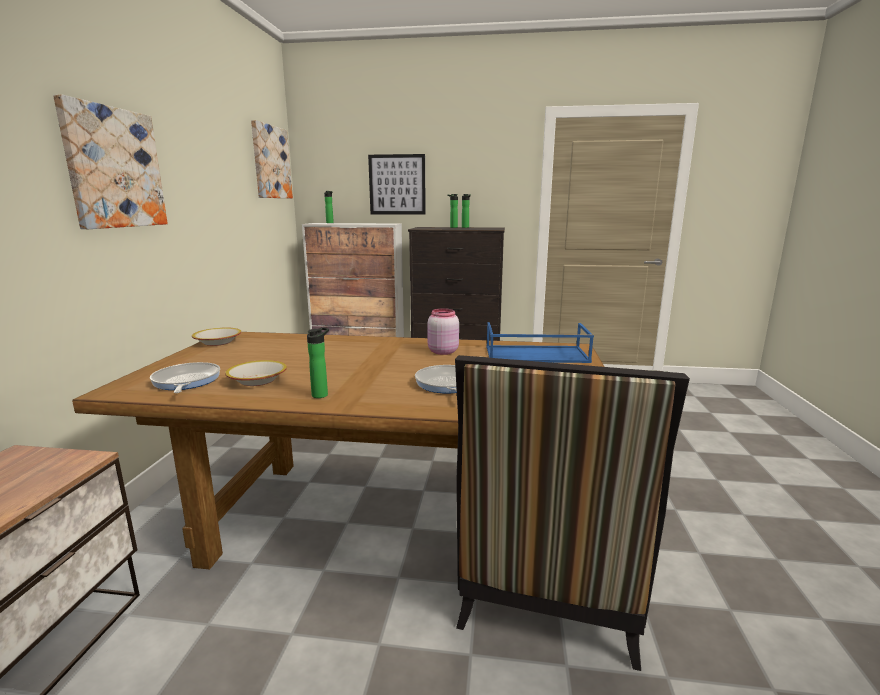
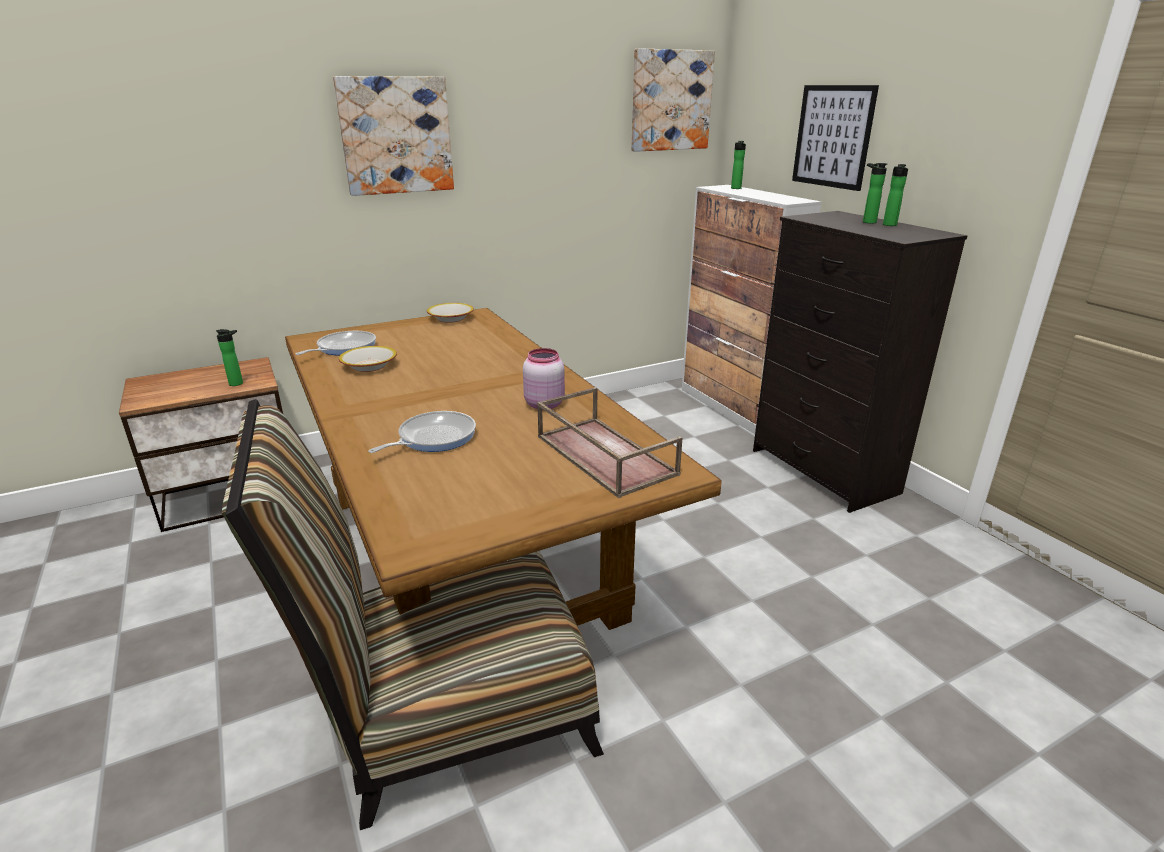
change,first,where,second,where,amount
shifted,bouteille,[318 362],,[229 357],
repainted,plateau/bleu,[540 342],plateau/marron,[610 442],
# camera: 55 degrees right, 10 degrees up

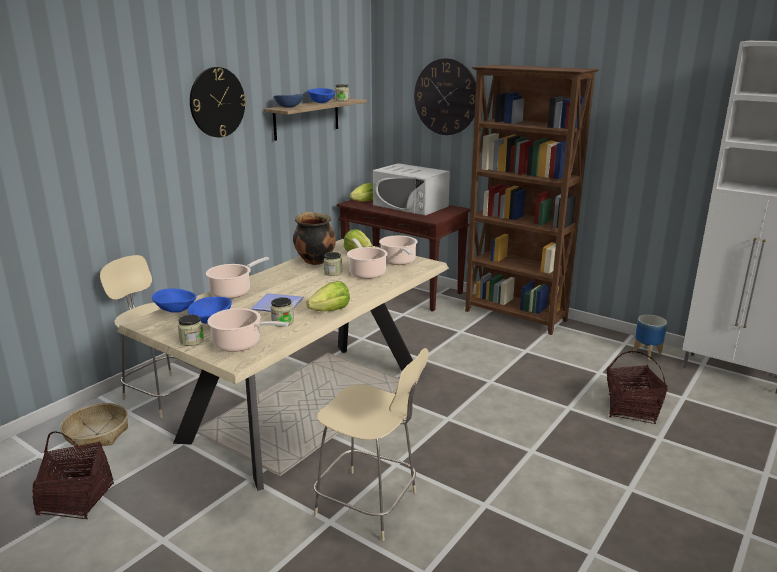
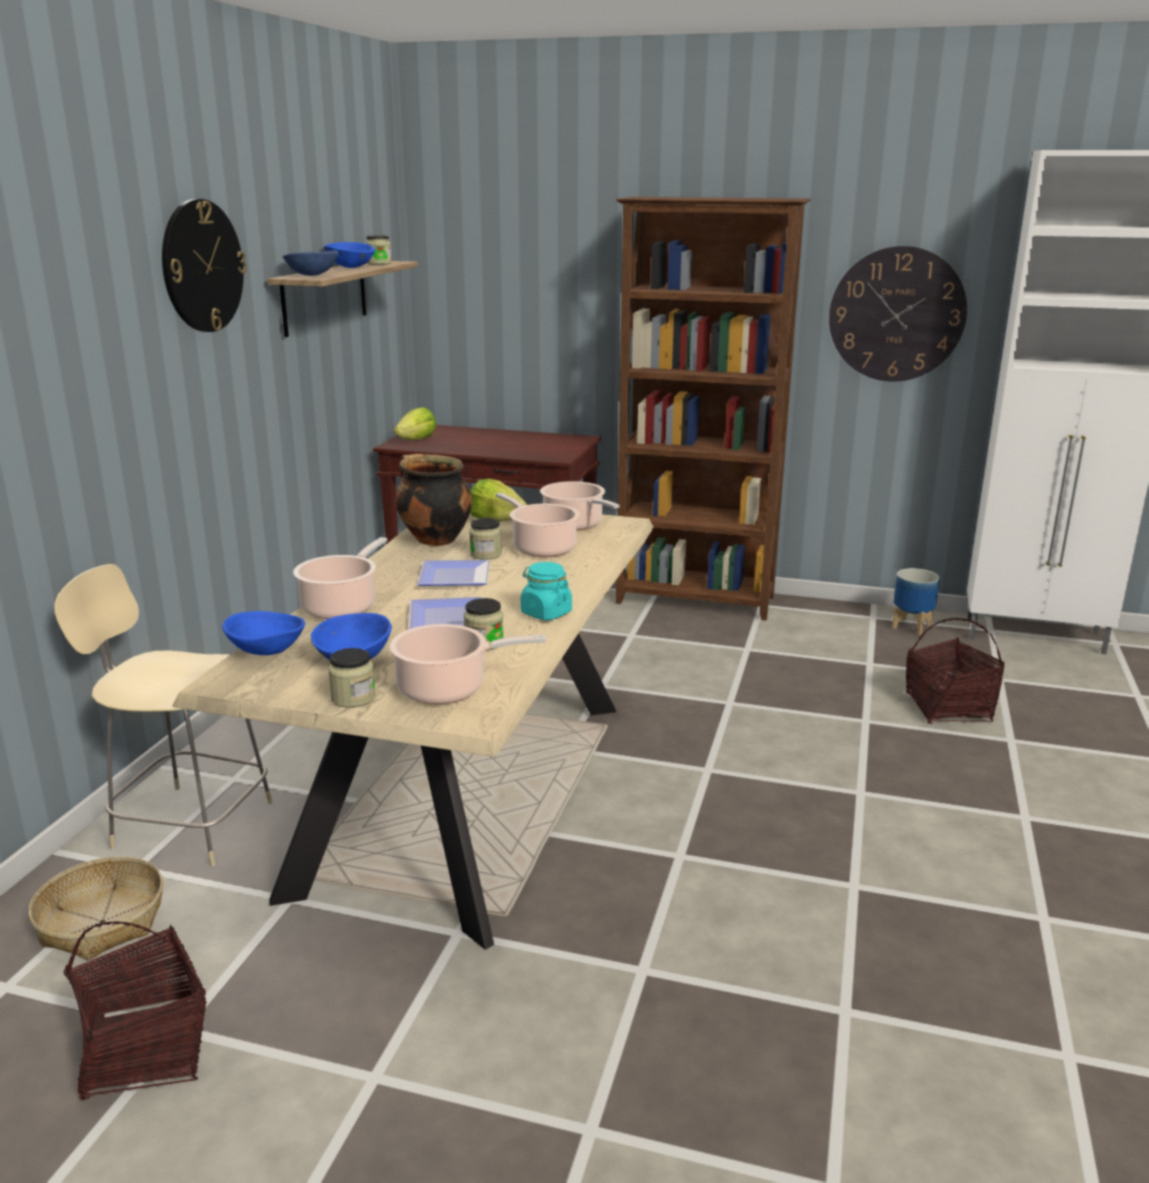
change,first,where,second,where,amount
swapped,laitue,[328 296],bocal/turquoise,[546 591],
gone,chaise/beige,[371 444],,,
gone,micro-ondes/blanc,[411 189],,,
shifted,horloge murale,[445 96],,[898 314],
new,,,assiette,[453 573],
# camera: 20 degrees left, 0 degrees up

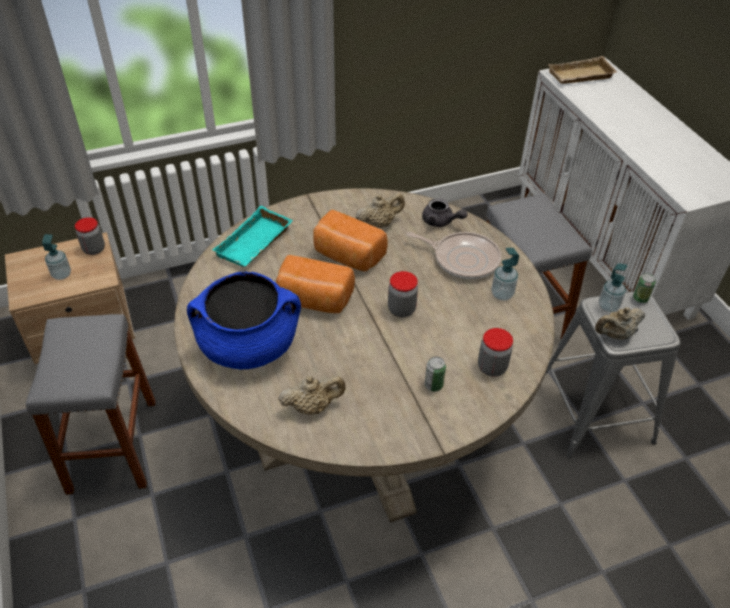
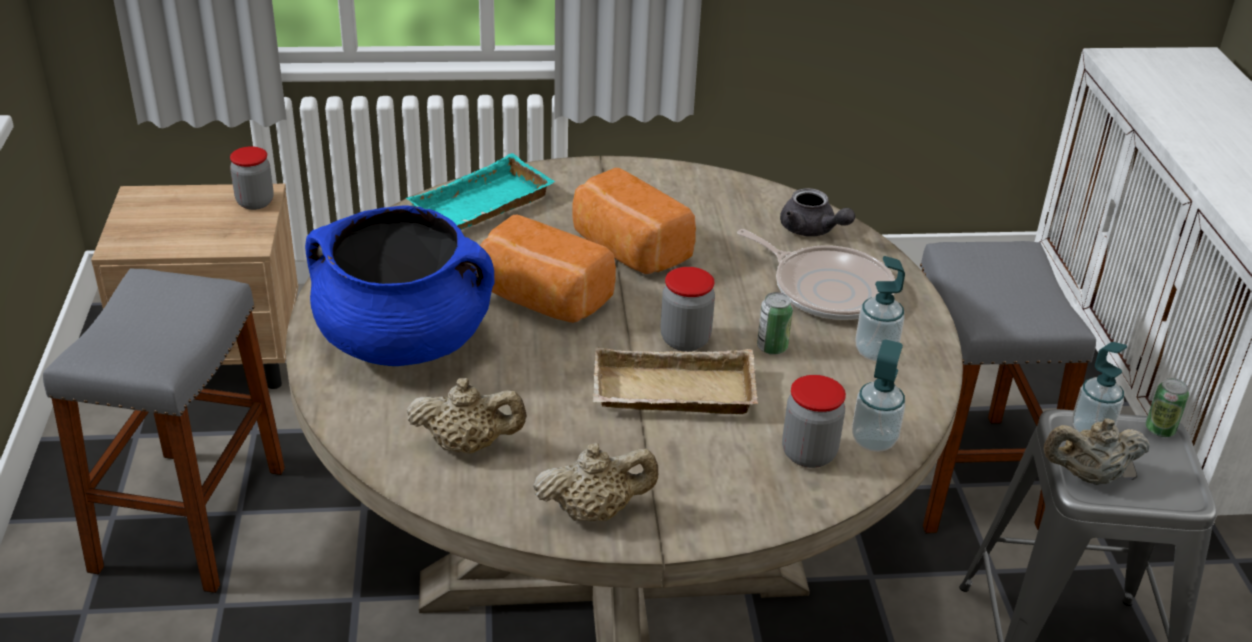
change,first,where,second,where,amount
shifted,distributeur de savon,[56 257],,[878 396],
shifted,théière/beige,[380 210],,[595 482],
shifted,boîte métallique,[435 374],,[775 323],
shifted,plateau/beige,[582 70],,[675 380],
# camera: 15 degrees right, 10 degrees down

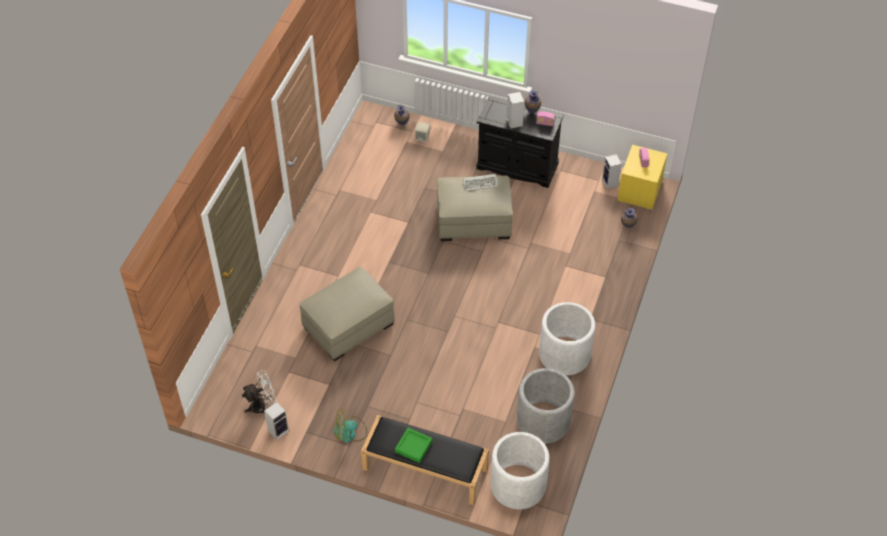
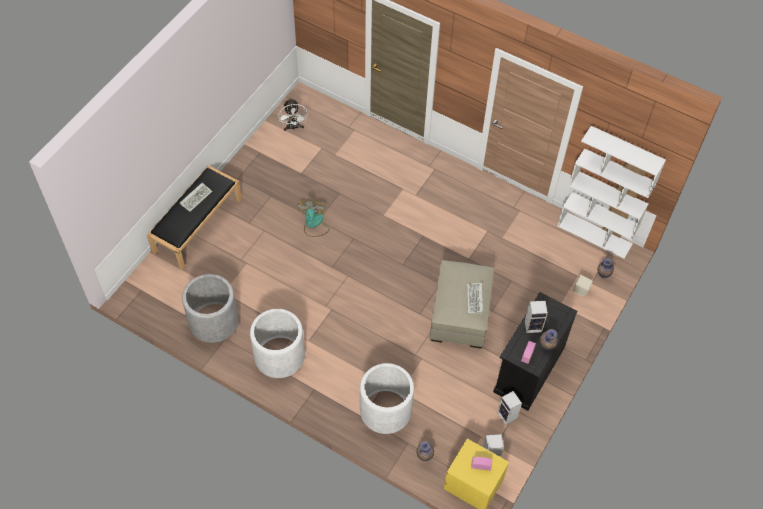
change,first,where,second,where,amount
shifted,enceinte,[276 421],,[509 408],
gone,pouf/beige,[347 314],,,
shifted,ventilateur,[350 425],,[313 218],
swapped,plateau/vert,[413 445],clavier,[196 197],
shifted,cache-pot/blanc,[520 470],,[387 398],
new,,,bibliothèque/blanc,[612 192],
# camera: 100 degrees right, 5 degrees up

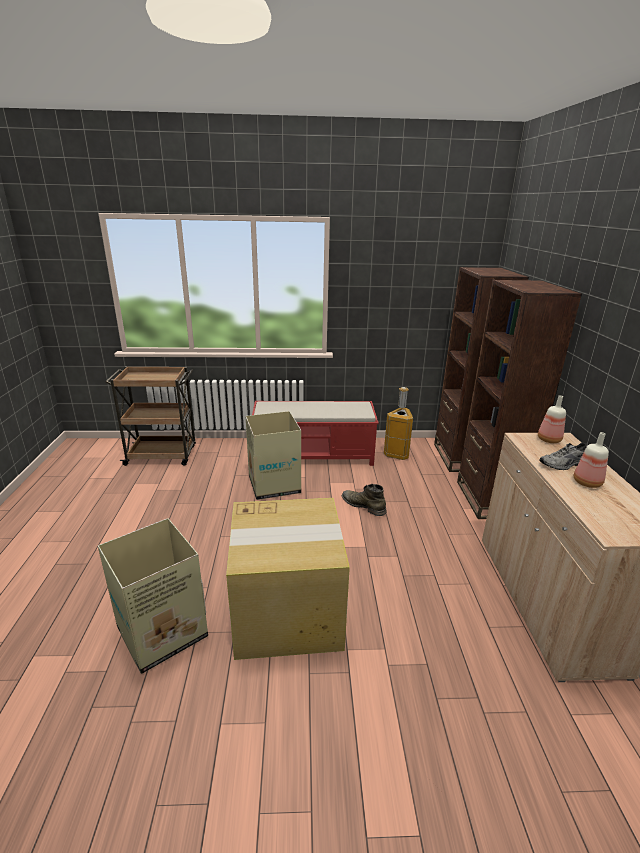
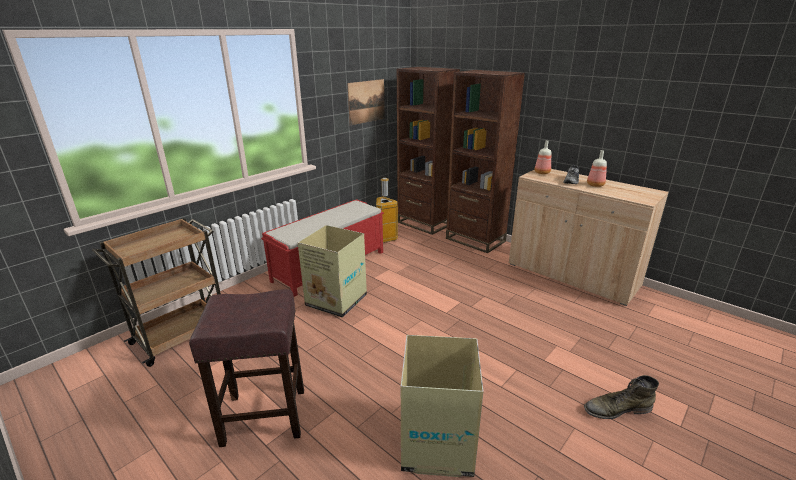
change,first,where,second,where,amount
gone,carton,[288 579],,,
shifted,botte/vert,[364 500],,[621 397],
new,,,tabouret/marron,[246 368],
new,,,tableau,[366 102],
# camera: 45 degrees left, 0 degrees up

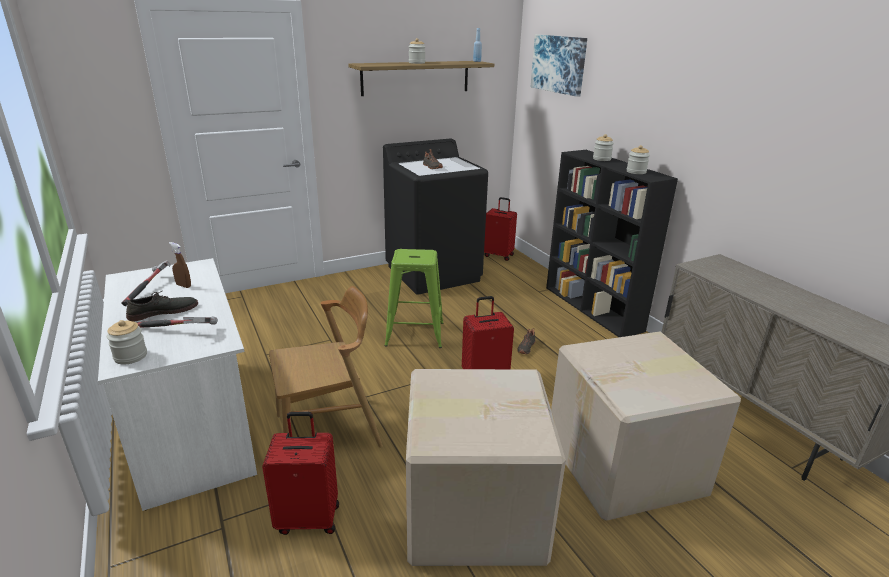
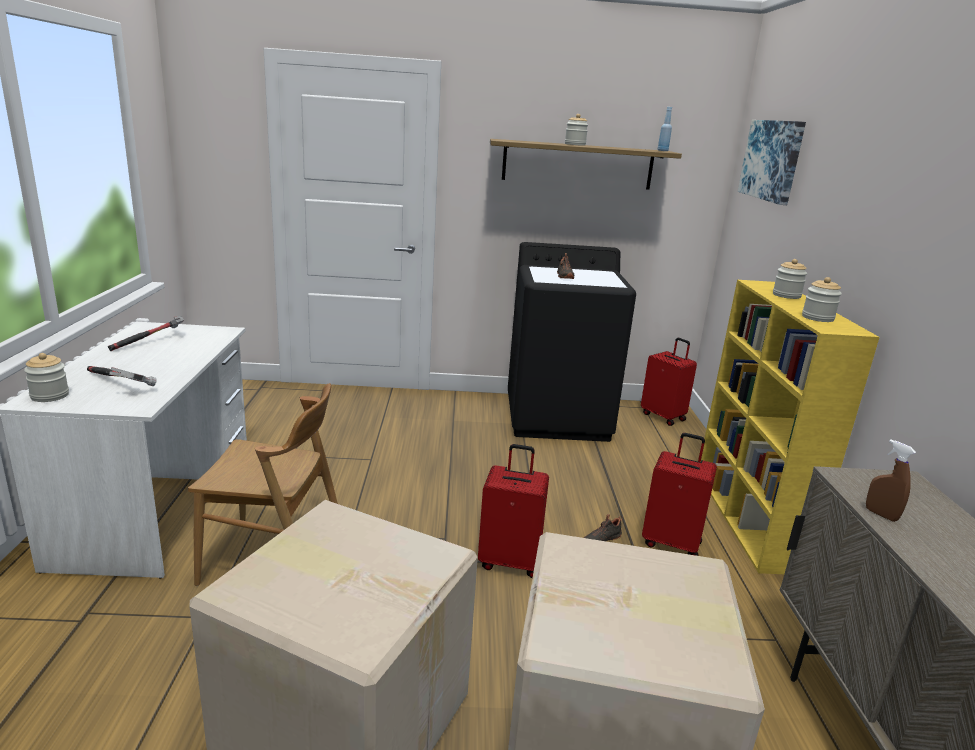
change,first,where,second,where,amount
gone,chaussure/gris,[162 306],,,
shifted,vaporisateur/marron,[180 265],,[891 480],
shifted,valise/rouge,[300 473],,[679 494],
gone,tabouret/vert,[414 298],,,
repainted,bibliothèque/noir,[612 243],bibliothèque/jaune,[790 427],
# camera: 25 degrees right, 5 degrees down

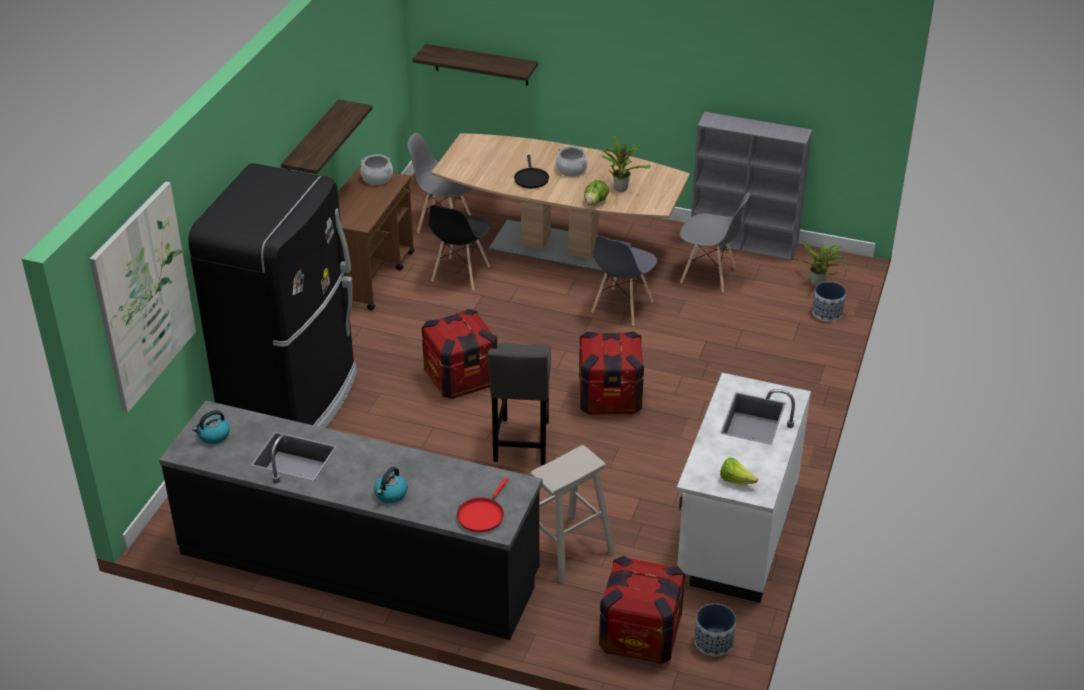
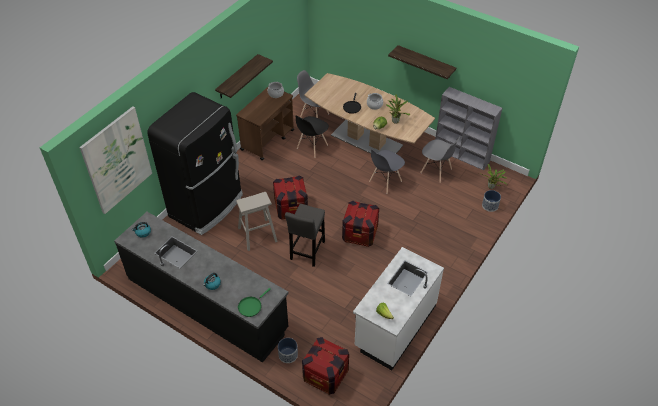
change,first,where,second,where,amount
shifted,étagère,[475 65],,[422 62],
repainted,poêle/rouge,[482 505],poêle/vert,[254 302],
shifted,tabouret/beige,[572 514],,[257 221],
shifted,cache-pot,[715 629],,[288 350],
# camera: 15 degrees right, 10 degrees up

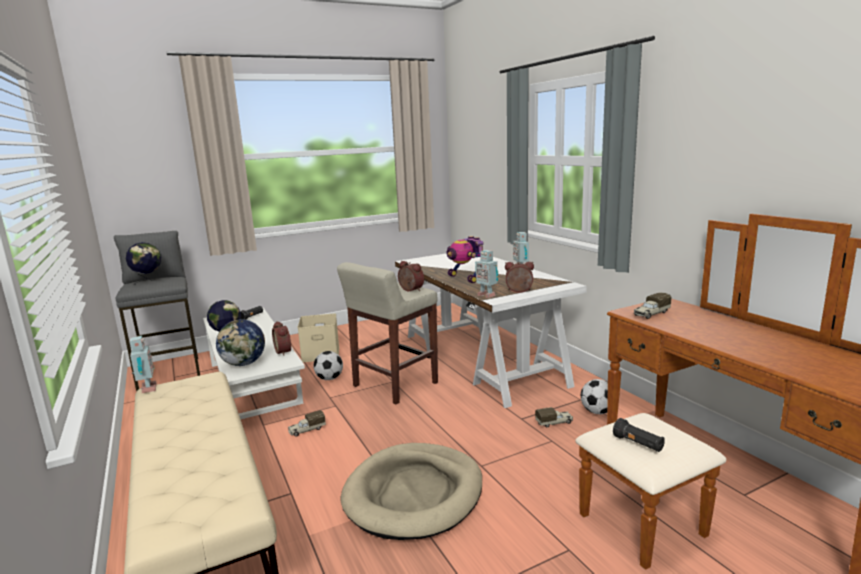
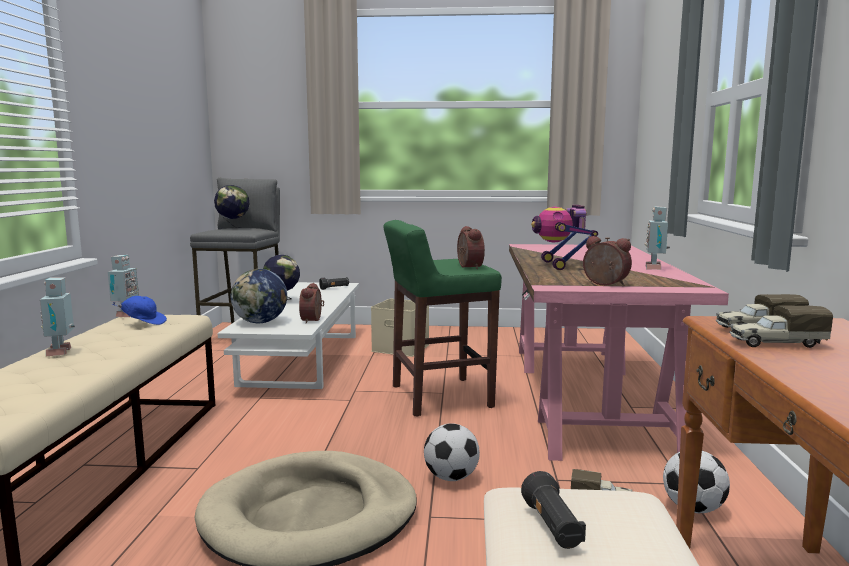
change,first,where,second,where,amount
shifted,camion jouet,[307 423],,[781 326],
shifted,ballon de foot,[328 365],,[452 452],
repainted,tabouret/beige,[387 333],tabouret/vert,[442 318],
repainted,bureau/blanc,[491 330],bureau/rose,[619 352],
shifted,robot jouet,[486 274],,[57 316],
new,,,casquette/bleu,[139 310],
# camera: 30 degrees right, 5 degrees down

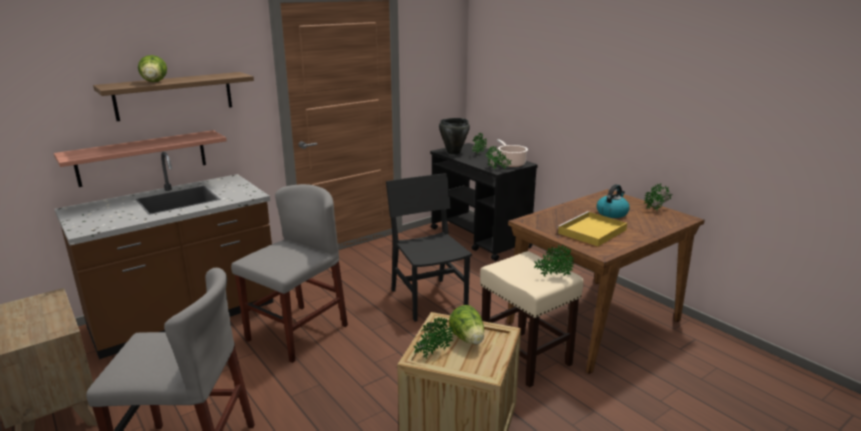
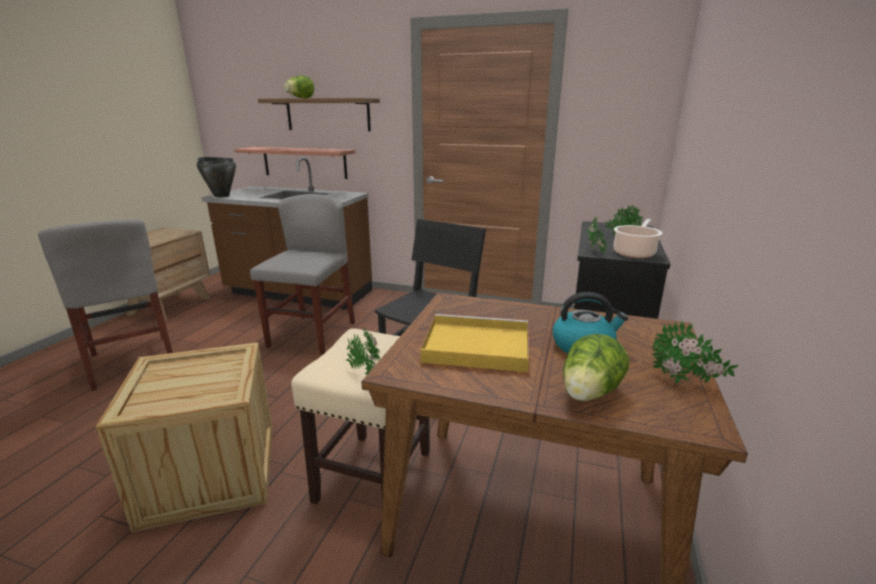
change,first,where,second,where,amount
rotated,chaise/gris,[289 273],,[302 274],75 degrees counterclockwise
gone,plante en pot,[433 338],,,
shifted,marmite/noir,[454 136],,[216 177],
shifted,laitue,[466 325],,[596 367],
# camera: 55 degrees right, 0 degrees up

